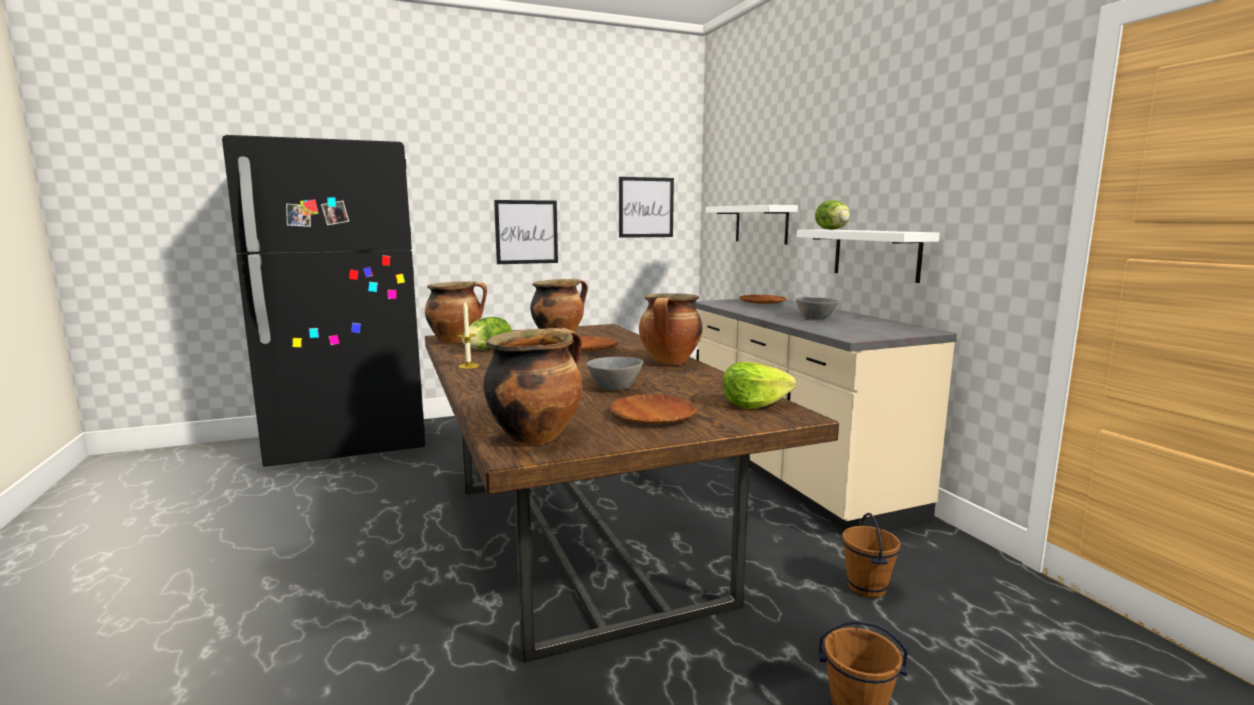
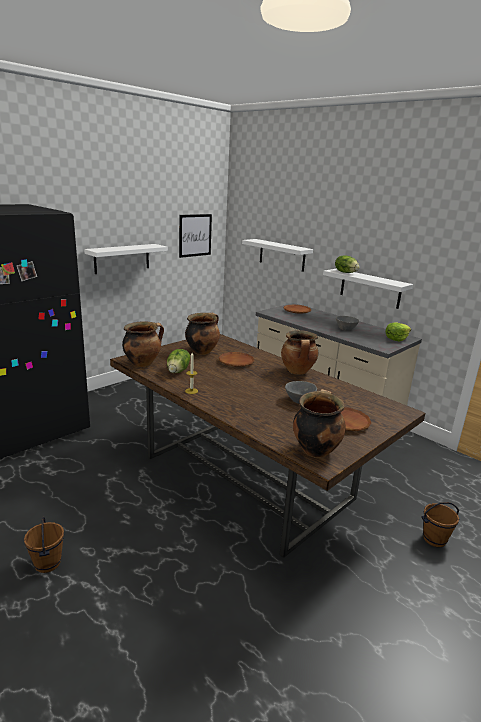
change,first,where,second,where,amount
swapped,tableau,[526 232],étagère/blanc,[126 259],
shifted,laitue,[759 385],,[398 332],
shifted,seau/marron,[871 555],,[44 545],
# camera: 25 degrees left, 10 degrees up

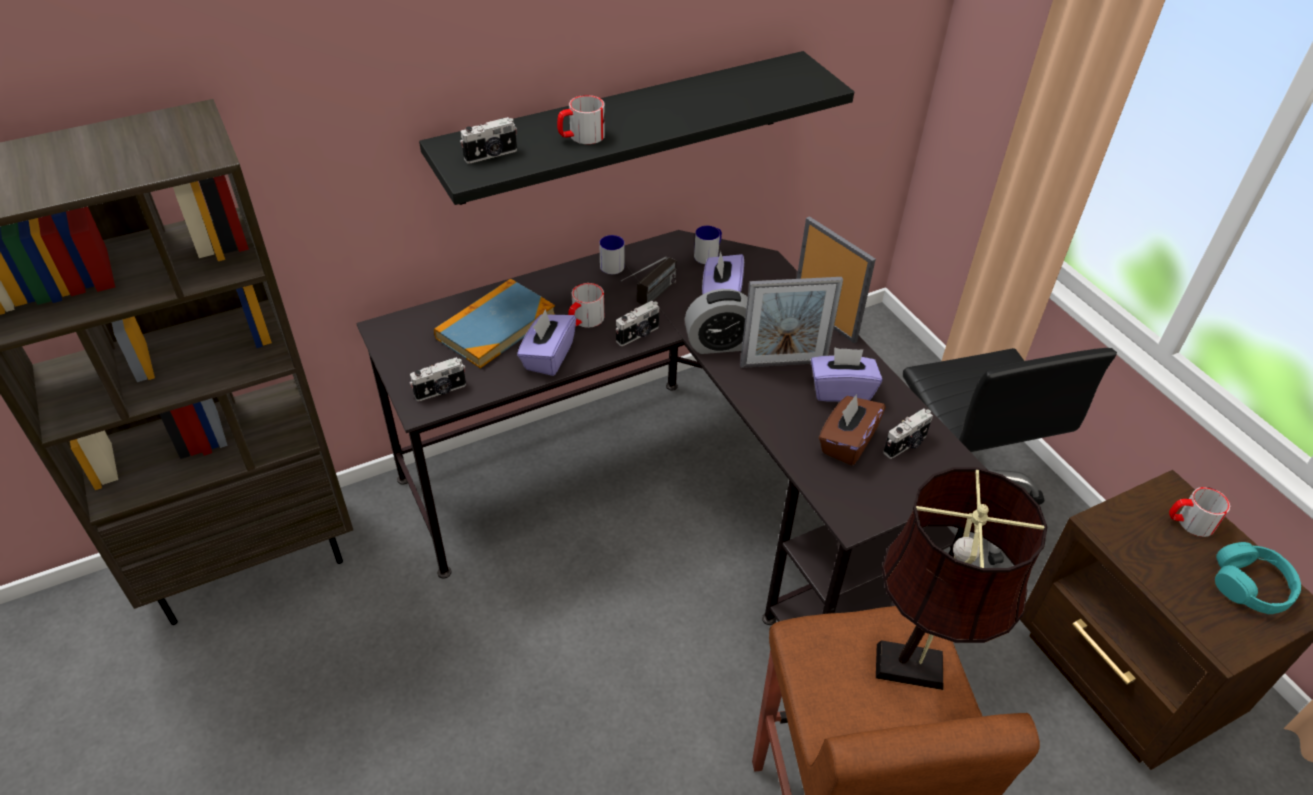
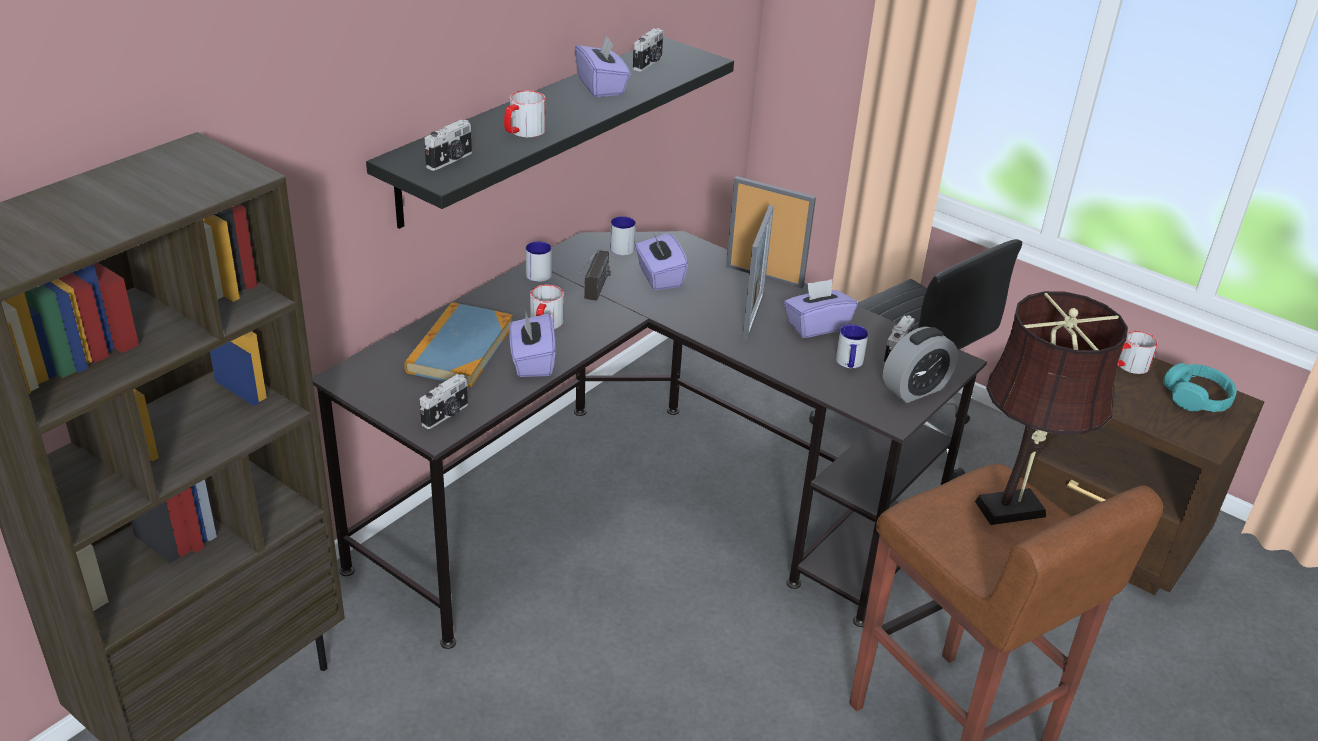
change,first,where,second,where,amount
shifted,appareil photo,[638 323],,[648 50],
shifted,réveil,[716 321],,[920 365],
rotated,cadre photo,[791 322],,[758 273],45 degrees counterclockwise
swapped,boîte à mouchoirs/marron,[852 430],mug,[852 346],
new,,,boîte à mouchoirs/violet,[603 66],
# camera: 25 degrees left, 10 degrees down

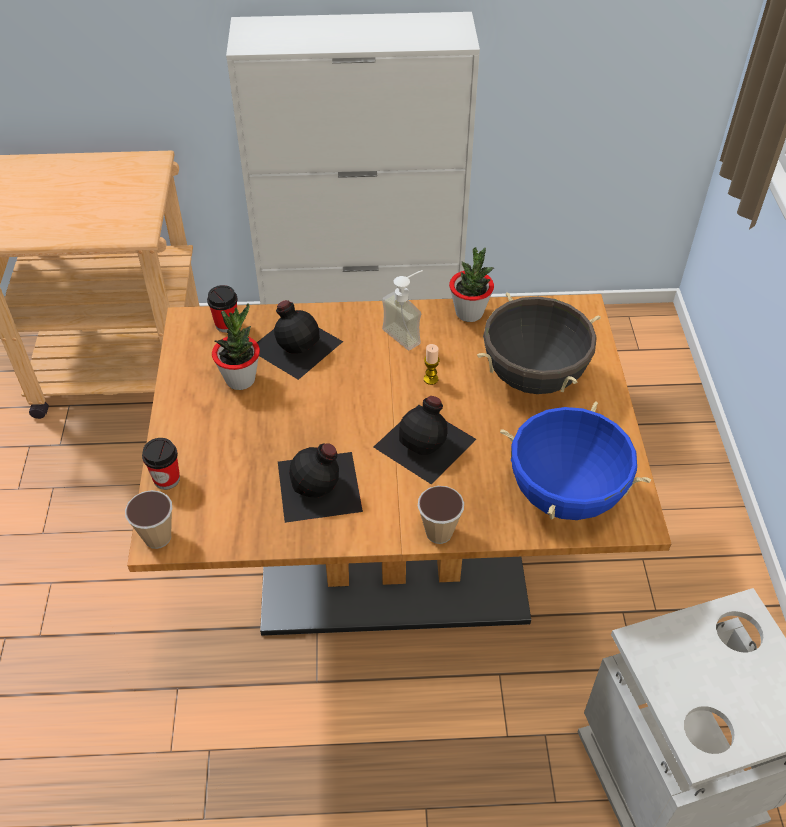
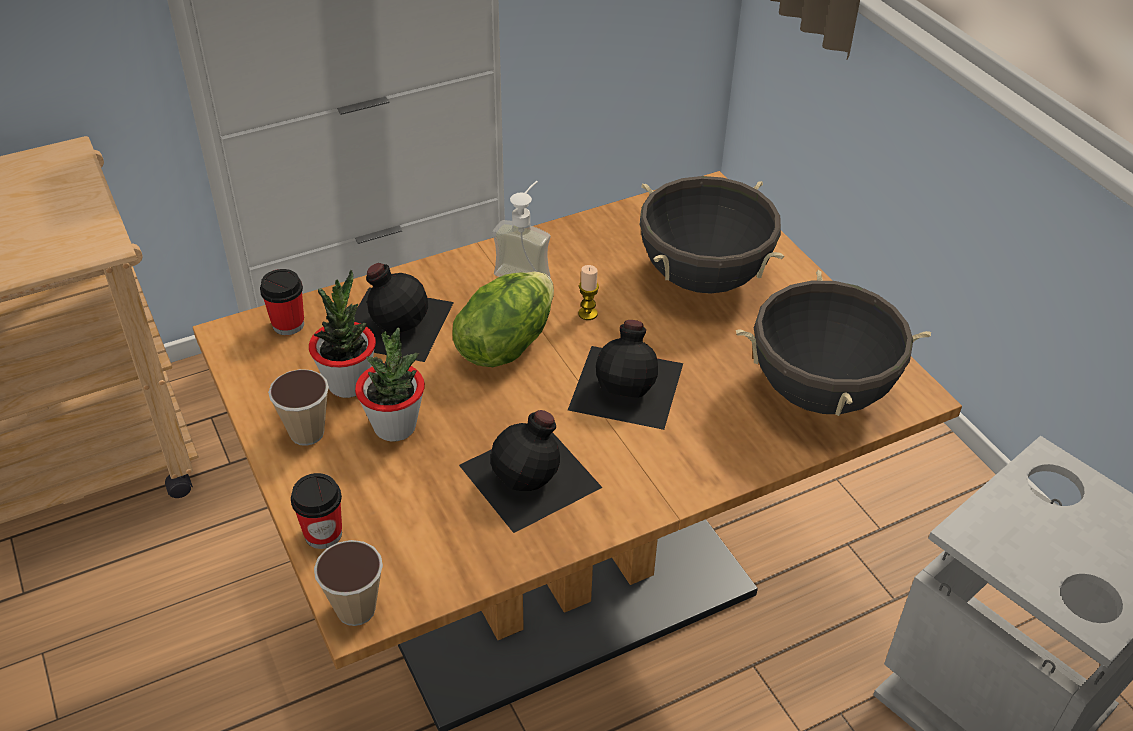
change,first,where,second,where,amount
shifted,tasse,[441 515],,[298 407],
shifted,plante en pot,[471 284],,[390 384],
repainted,marmite/bleu,[575 461],marmite/noir,[833 343],
new,,,laitue,[503 319],
# camera: 25 degrees left, 5 degrees down

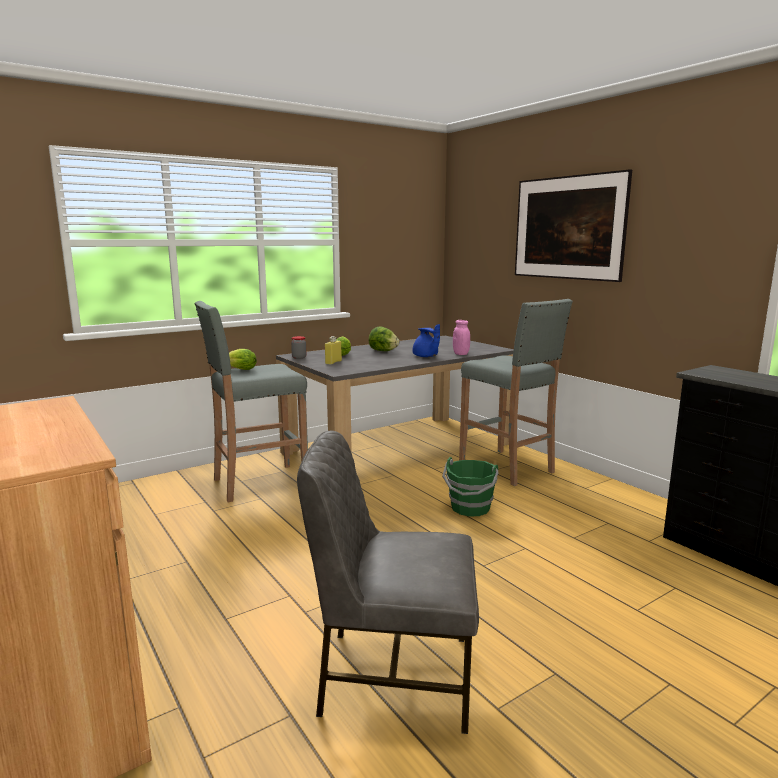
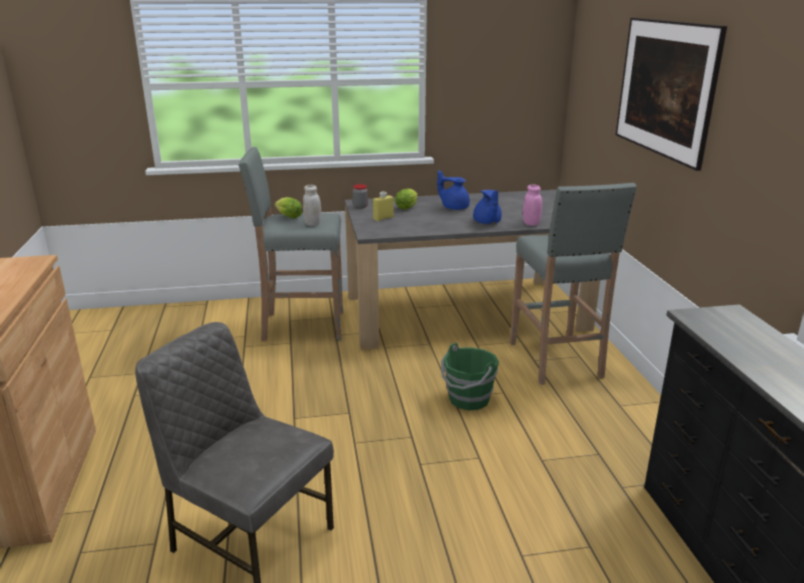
change,first,where,second,where,amount
swapped,laitue,[384 339],théière/bleu,[453 190],
new,,,bocal/blanc,[312 205],
# camera: 25 degrees right, 10 degrees up

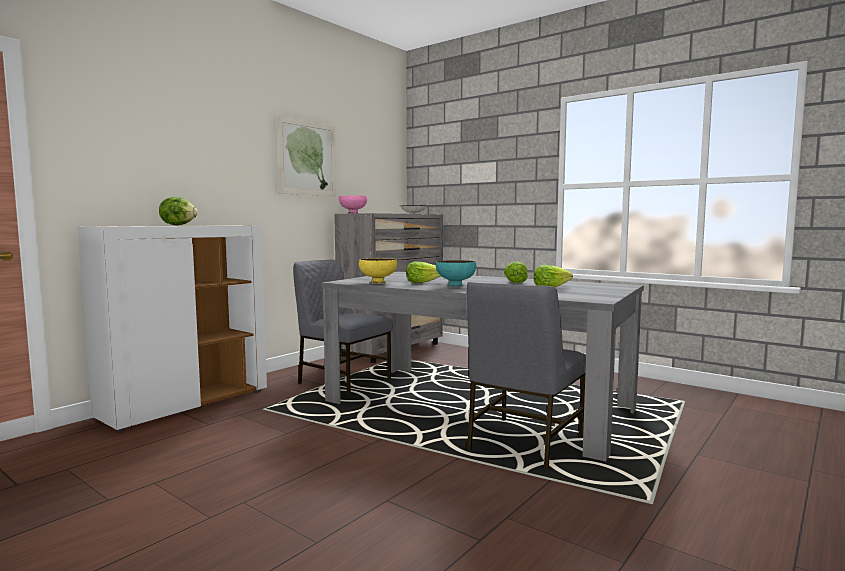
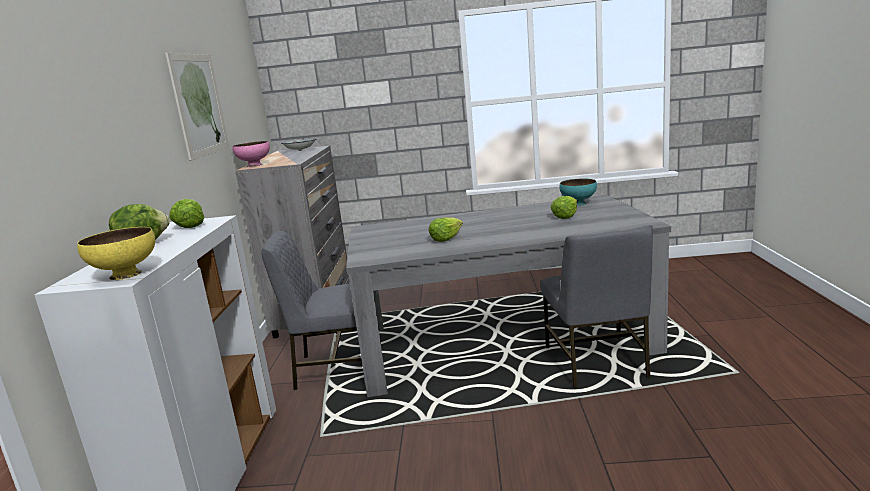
change,first,where,second,where,amount
shifted,bol/jaune,[378 270],,[116 253],
shifted,bol/turquoise,[456 273],,[578 192],
shifted,laitue,[516 272],,[186 213],
# camera: 35 degrees left, 10 degrees up

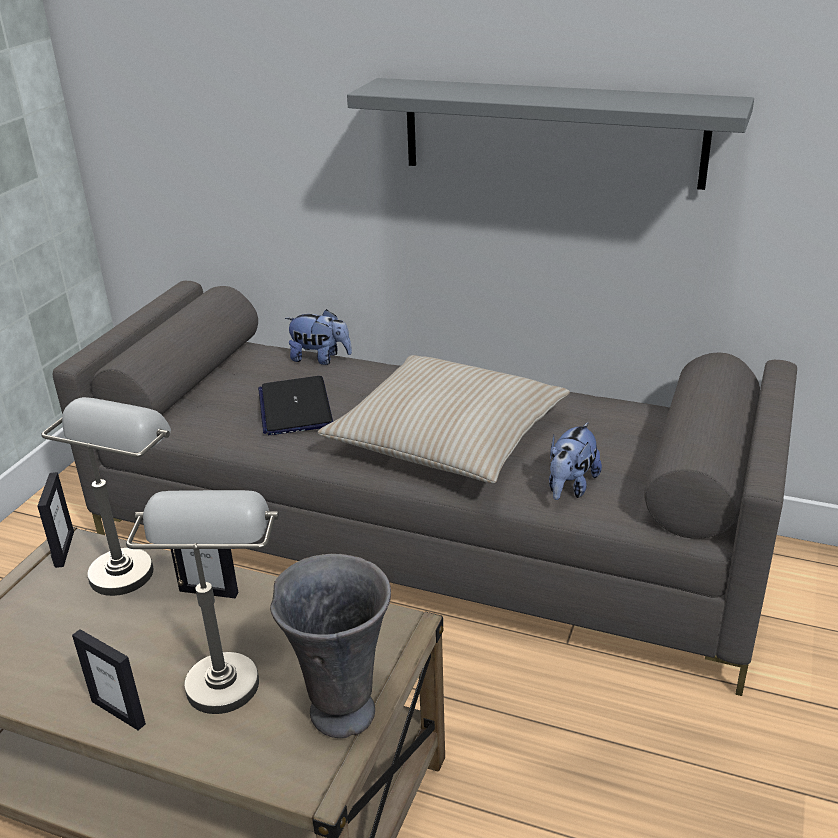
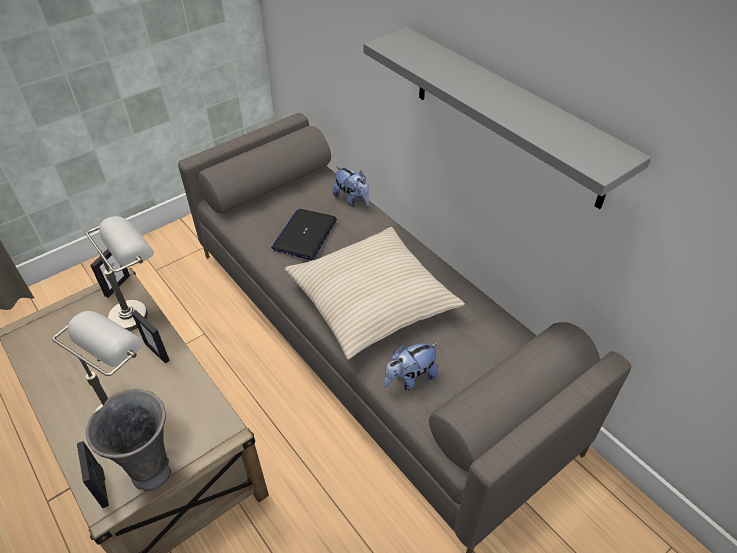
change,first,where,second,where,amount
shifted,cadre photo,[109 680],,[93 474],
# camera: 30 degrees right, 15 degrees up

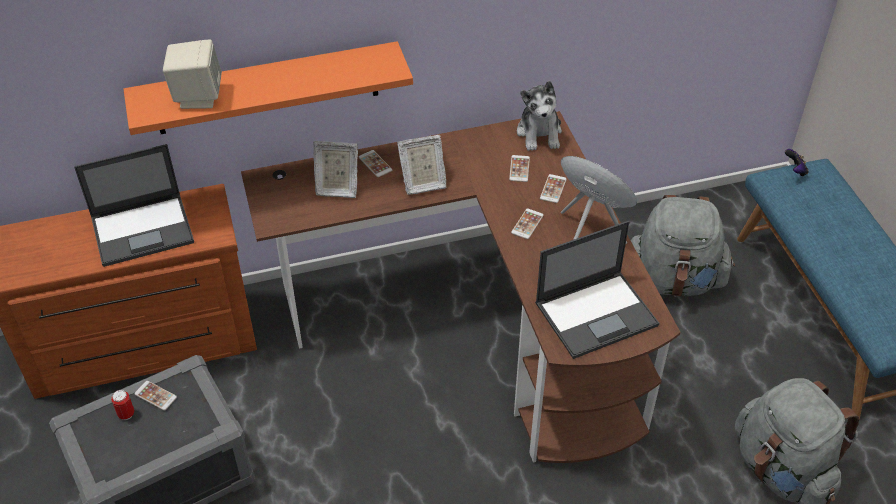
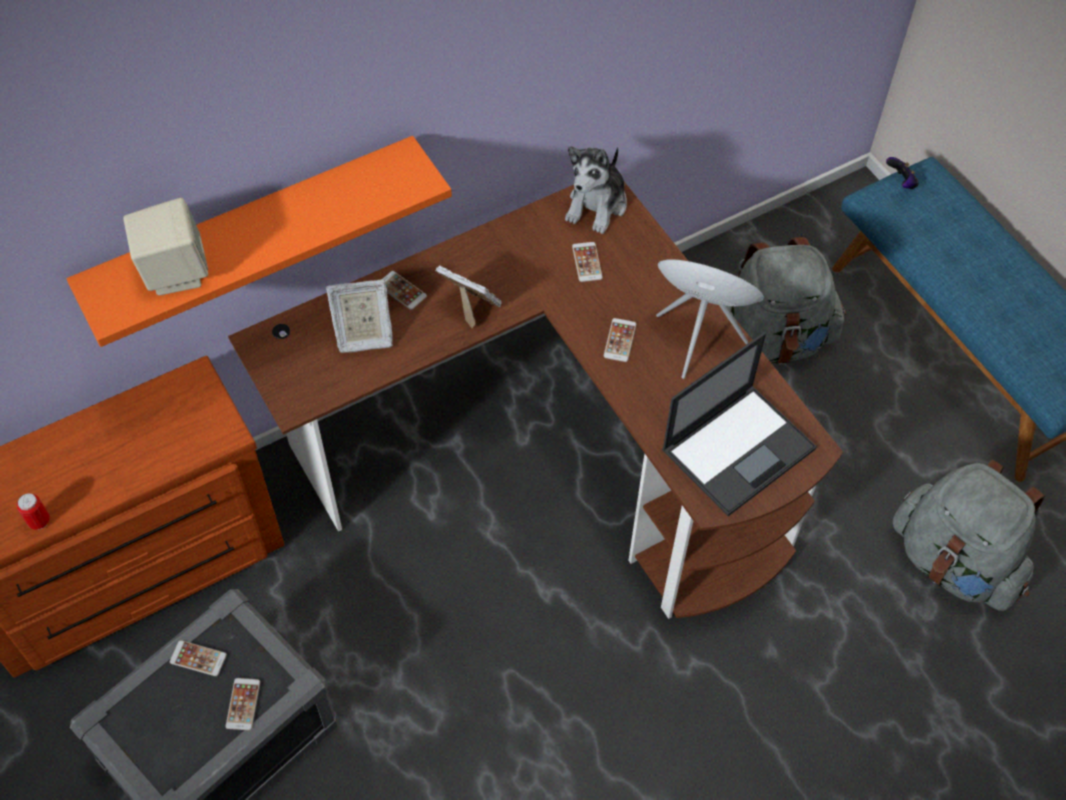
change,first,where,second,where,amount
gone,ordinateur portable,[134 205],,,
shifted,boîte métallique,[122 405],,[33 511],
rotated,cadre photo,[422 165],,[469 297],120 degrees counterclockwise
rotated,peluche,[539 116],,[596 190],45 degrees clockwise
shifted,téléphone,[553 188],,[243 704],
# camera: 15 degrees left, 10 degrees up

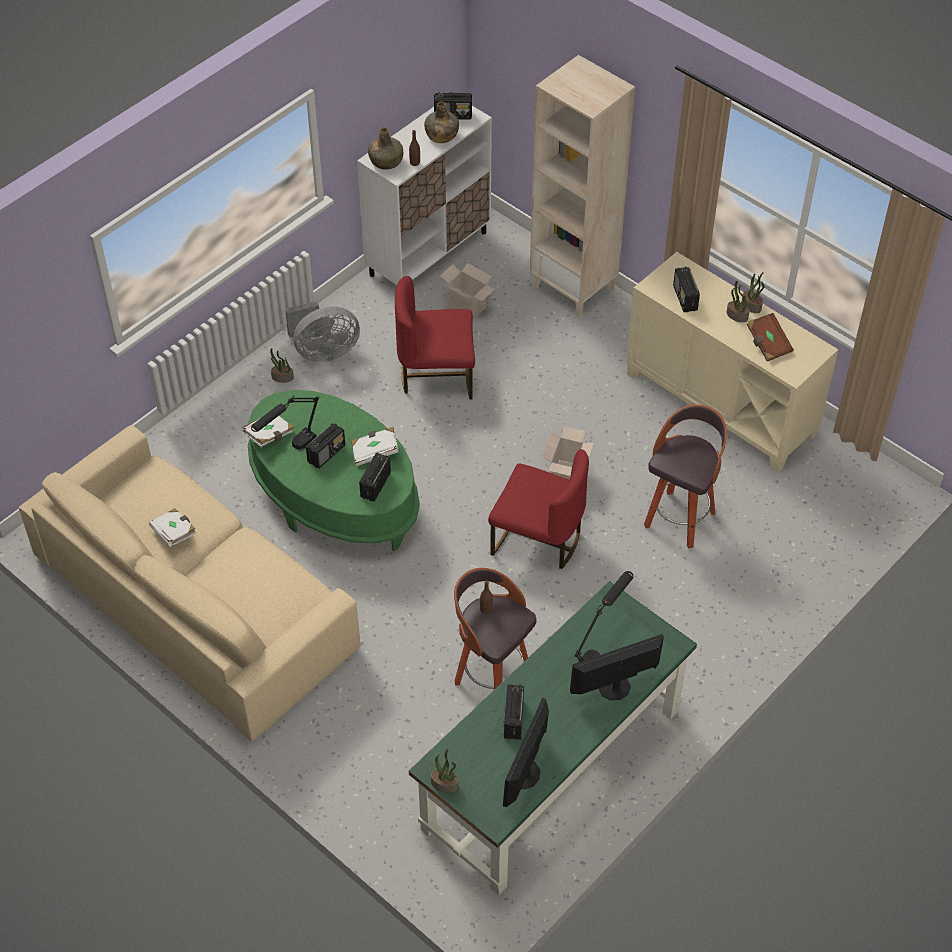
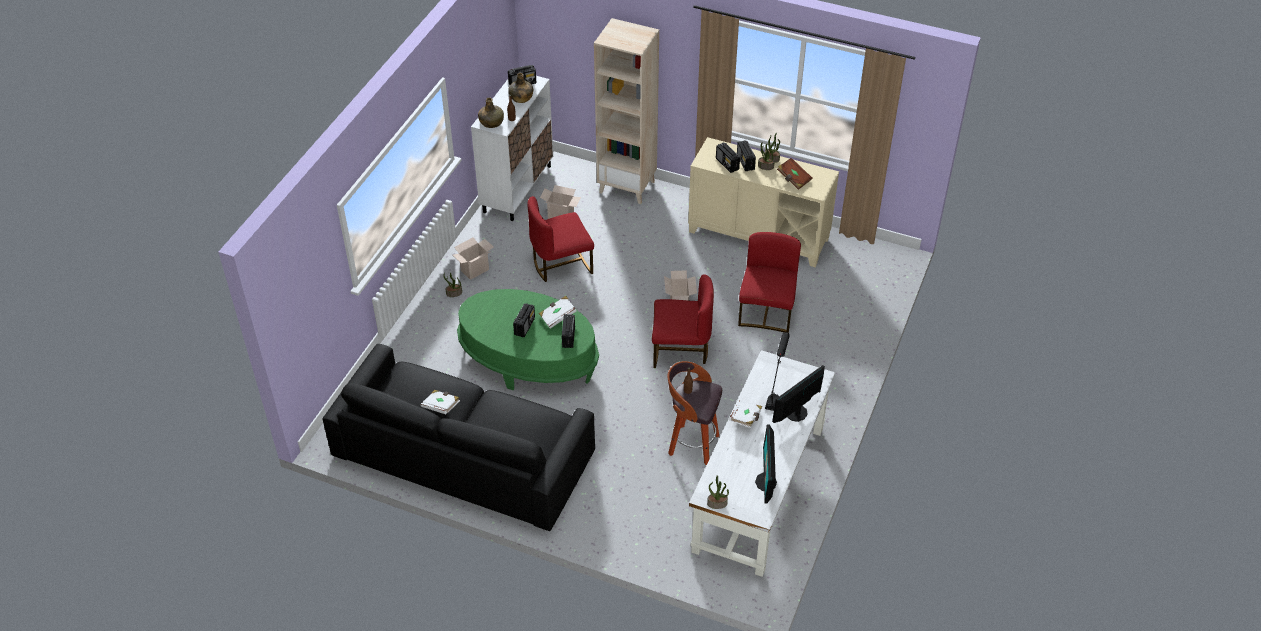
change,first,where,second,where,amount
repainted,canapé/beige,[190 583],canapé/noir,[458 437],
shifted,livre/blanc,[267 431],,[745 414],
gone,lampe de table/noir,[285 422],,,
swapped,ventilateur/gris,[322 331],carton,[473 258],
repainted,bureau/vert,[553 738],bureau/blanc,[762 463],
shifted,radio,[513 712],,[746 155],
swapped,tabouret,[685 476],chaise/rouge,[769 282],
# camera: 20 degrees left, 5 degrees down

